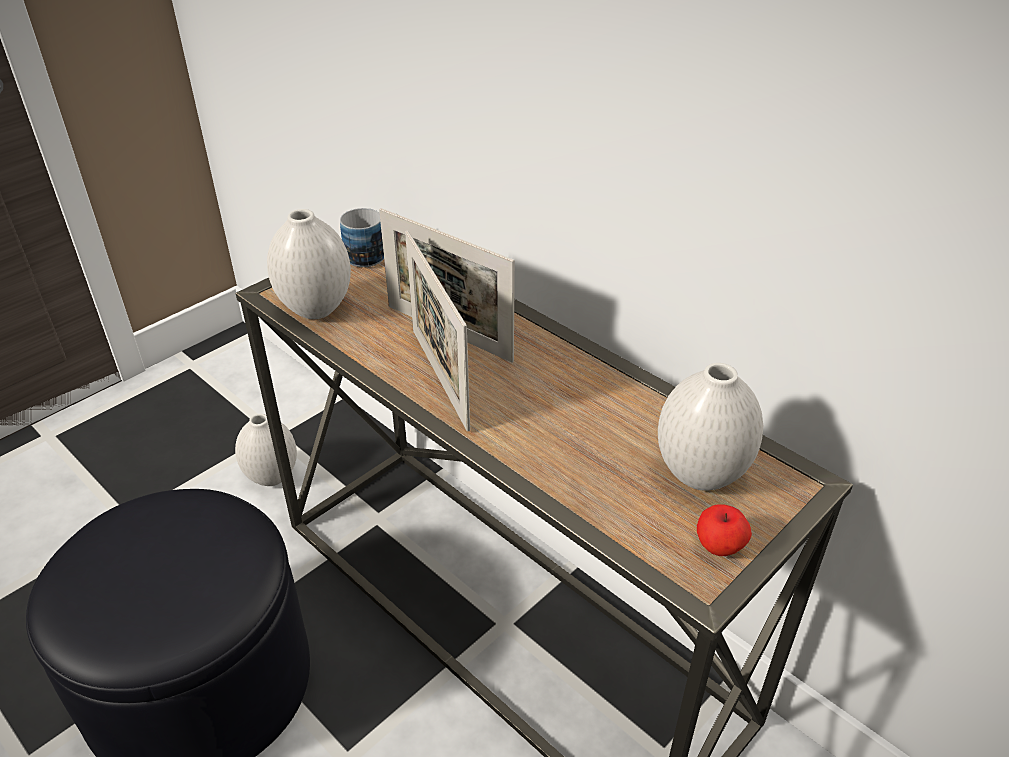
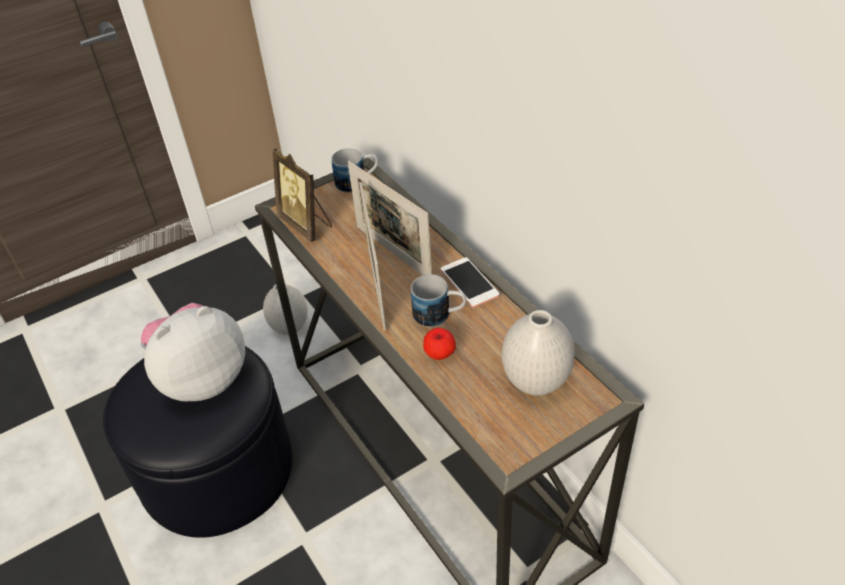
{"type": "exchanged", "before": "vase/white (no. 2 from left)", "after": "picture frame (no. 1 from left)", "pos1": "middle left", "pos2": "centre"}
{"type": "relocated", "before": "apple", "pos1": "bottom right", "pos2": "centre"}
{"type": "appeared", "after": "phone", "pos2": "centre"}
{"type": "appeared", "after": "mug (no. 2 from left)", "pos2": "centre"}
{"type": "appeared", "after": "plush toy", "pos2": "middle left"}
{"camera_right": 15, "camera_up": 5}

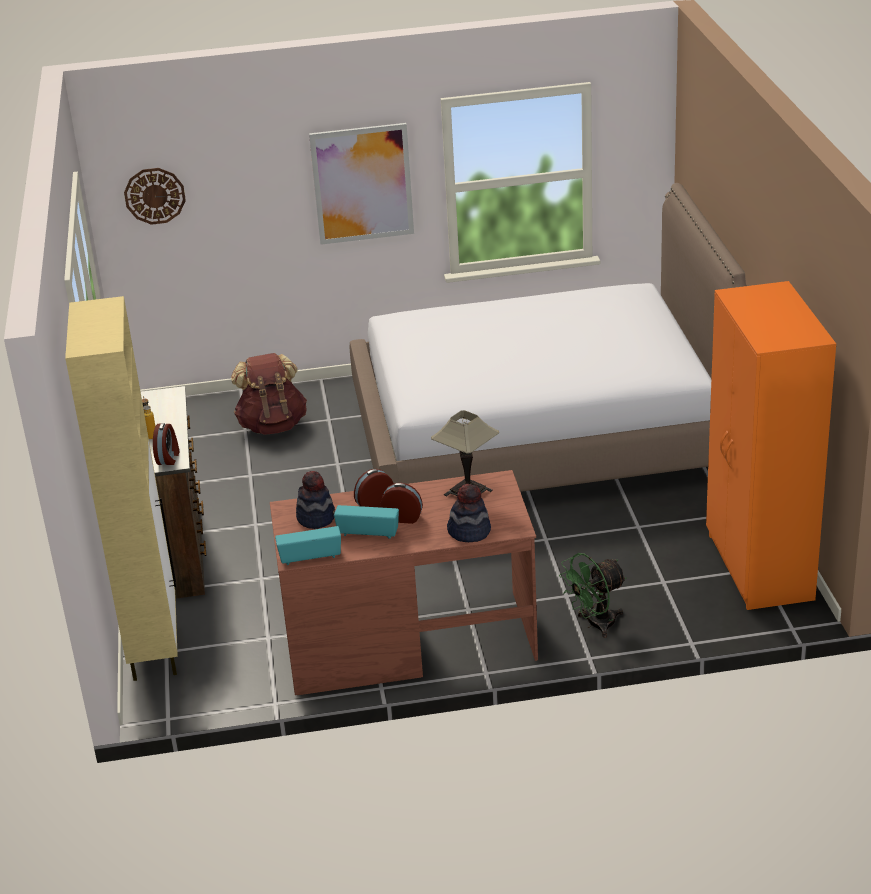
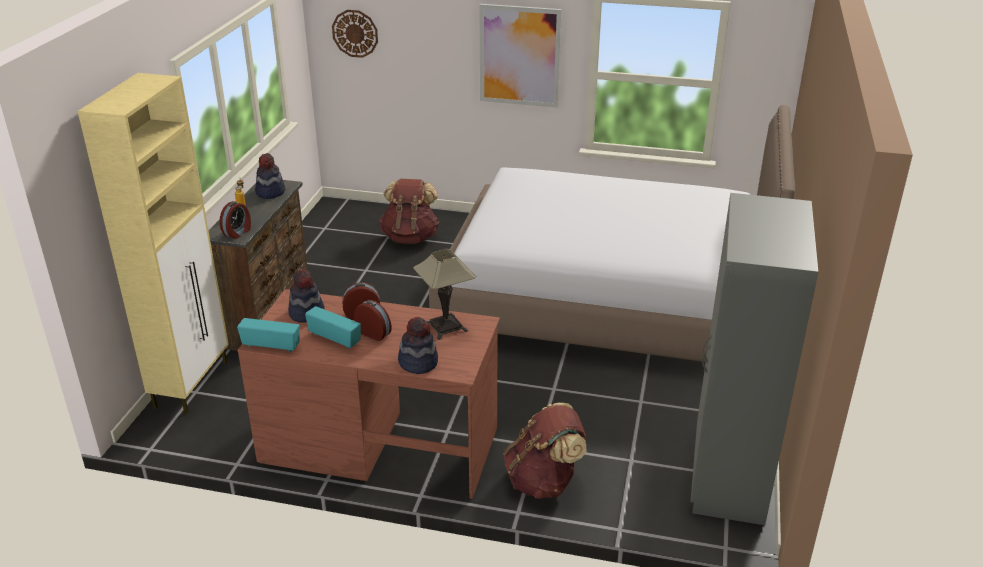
{"type": "colour", "before": "wardrobe/orange", "after": "wardrobe/grey", "pos1": "middle right", "pos2": "middle right"}
{"type": "exchanged", "before": "fan/green", "after": "backpack/brown (no. 2 from left)", "pos1": "middle right", "pos2": "bottom centre"}
{"type": "appeared", "after": "hat (no. 1 from left)", "pos2": "top left"}
{"camera_right": 20, "camera_up": 0}

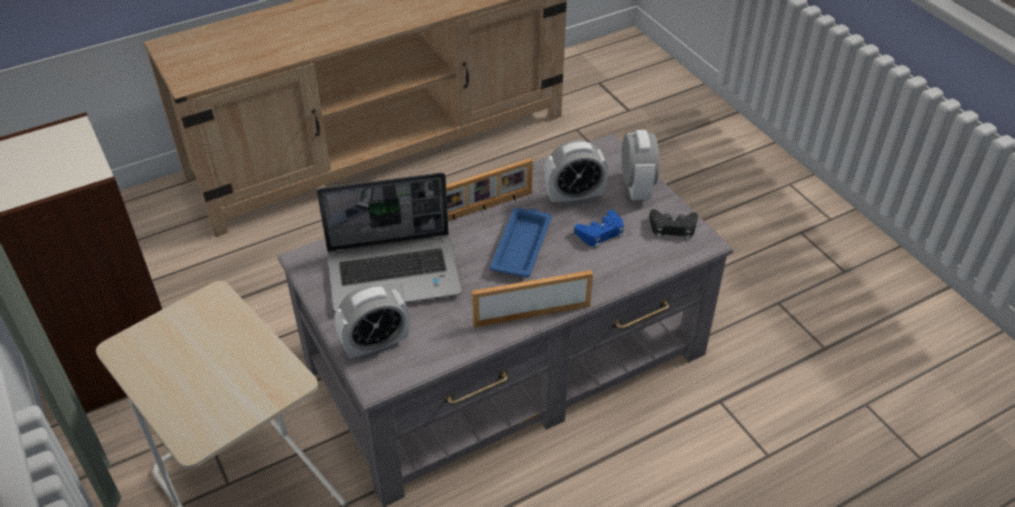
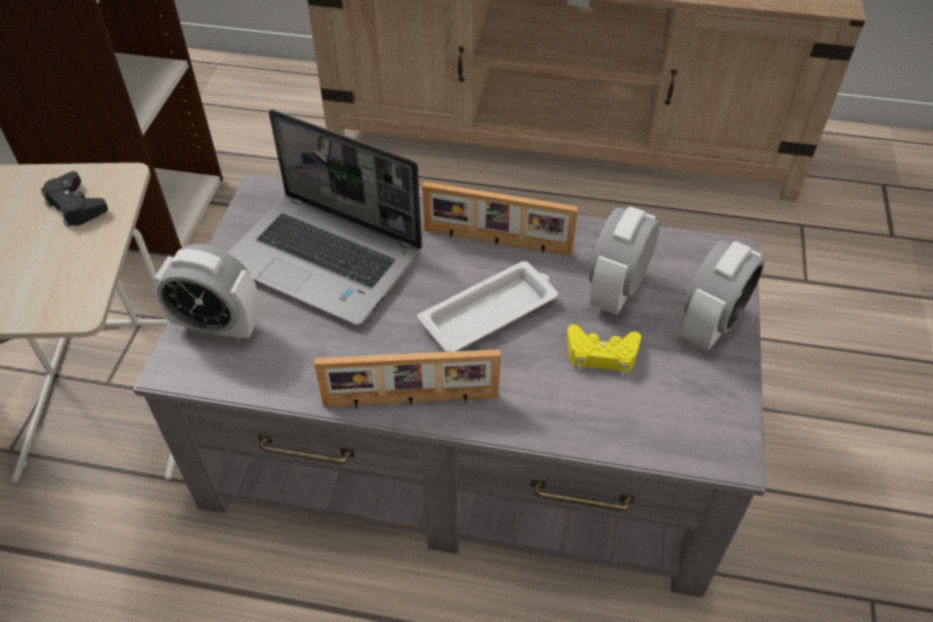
{"type": "spun", "before": "alarm clock (no. 2 from left)", "pos1": "centre", "pos2": "middle right", "turn": 90}
{"type": "colour", "before": "tray/blue", "after": "tray/white", "pos1": "centre", "pos2": "centre"}
{"type": "relocated", "before": "game controller/black", "pos1": "centre", "pos2": "top left"}
{"type": "colour", "before": "game controller/blue", "after": "game controller/yellow", "pos1": "centre", "pos2": "centre"}
{"type": "spun", "before": "picture frame (no. 2 from left in the first image)", "pos1": "centre", "pos2": "centre", "turn": 150}
{"camera_right": 40, "camera_up": 5}

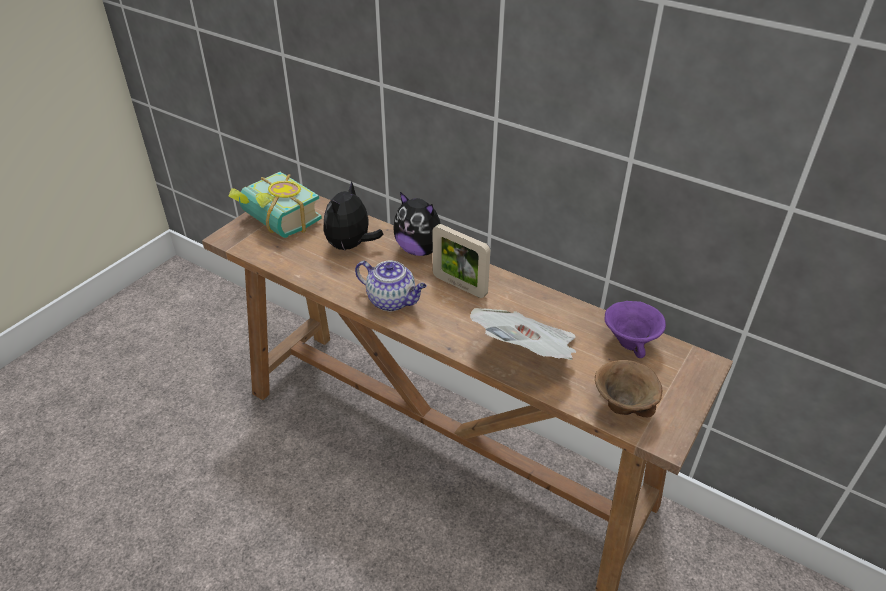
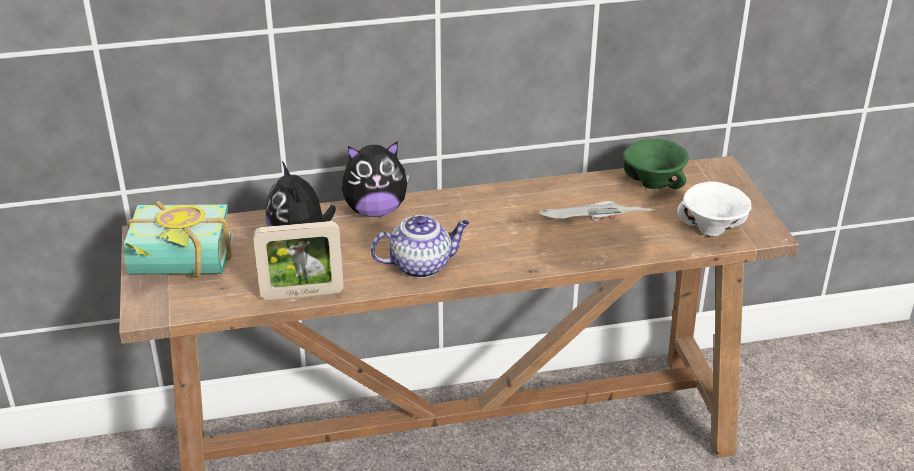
{"type": "relocated", "before": "picture frame", "pos1": "centre", "pos2": "middle left"}
{"type": "colour", "before": "bowl/purple", "after": "bowl/green", "pos1": "middle right", "pos2": "middle right"}
{"type": "colour", "before": "bowl/brown", "after": "bowl/white", "pos1": "middle right", "pos2": "middle right"}
{"camera_right": -45, "camera_up": -5}

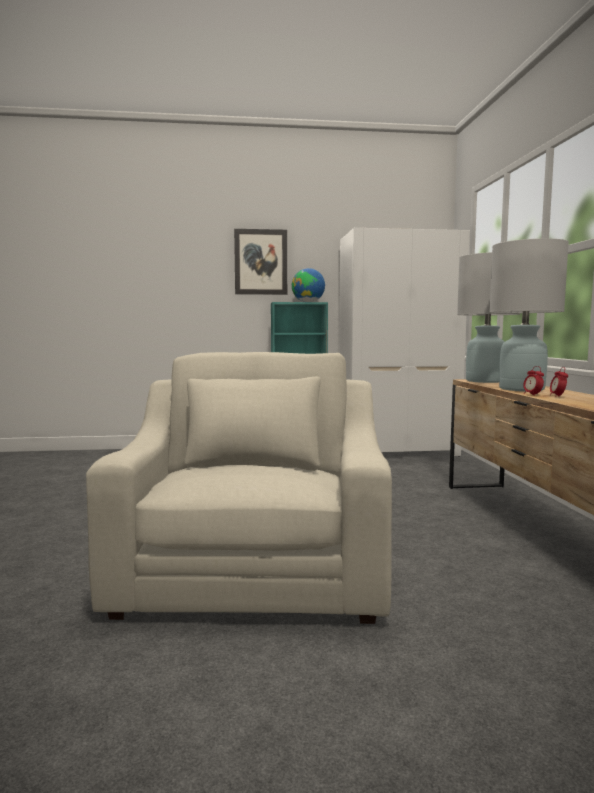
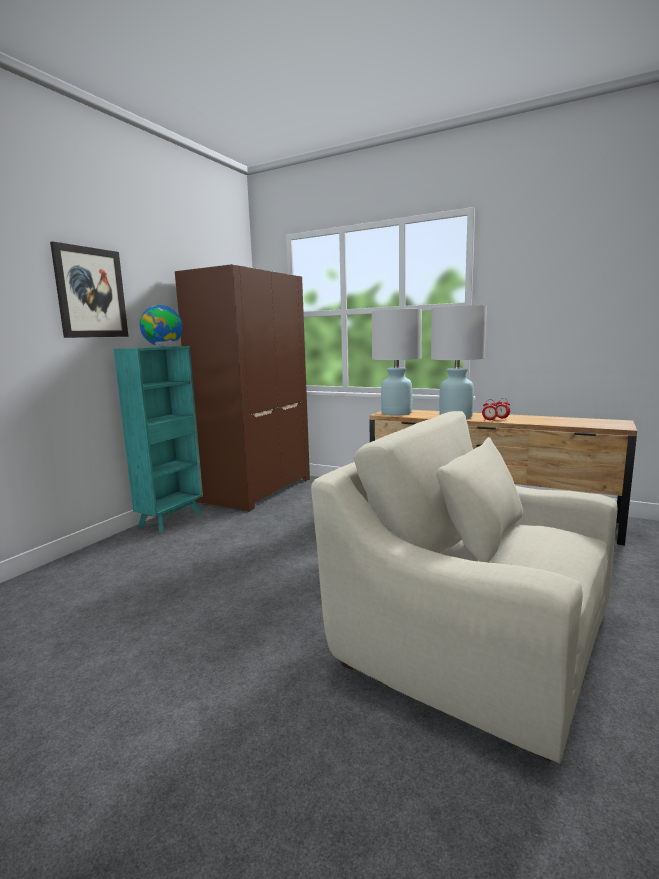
{"type": "colour", "before": "wardrobe/white", "after": "wardrobe/brown", "pos1": "middle right", "pos2": "centre"}
{"camera_right": -55, "camera_up": 5}

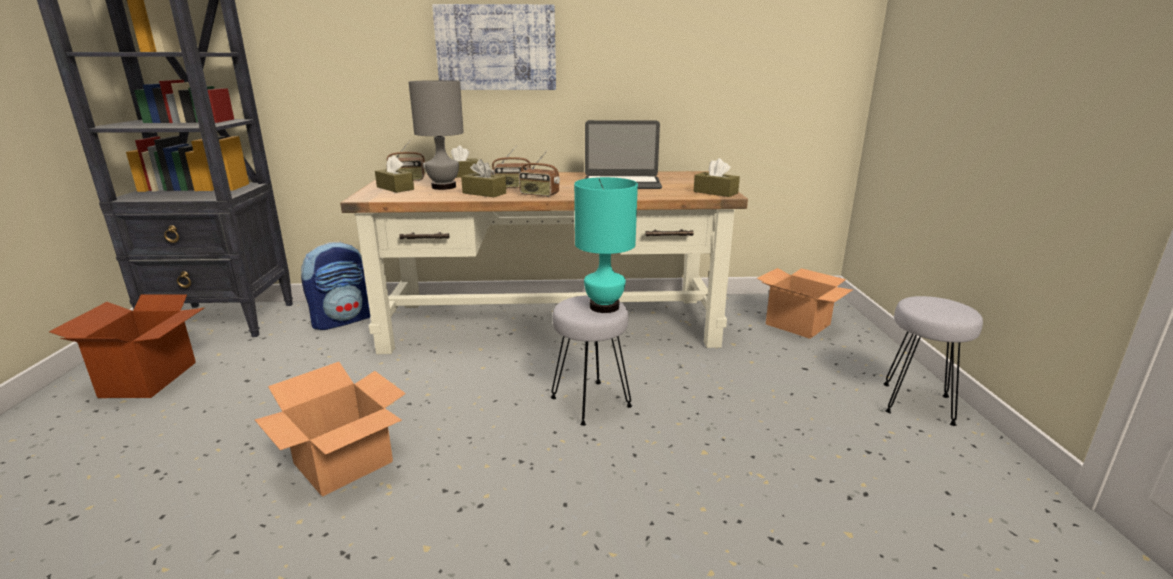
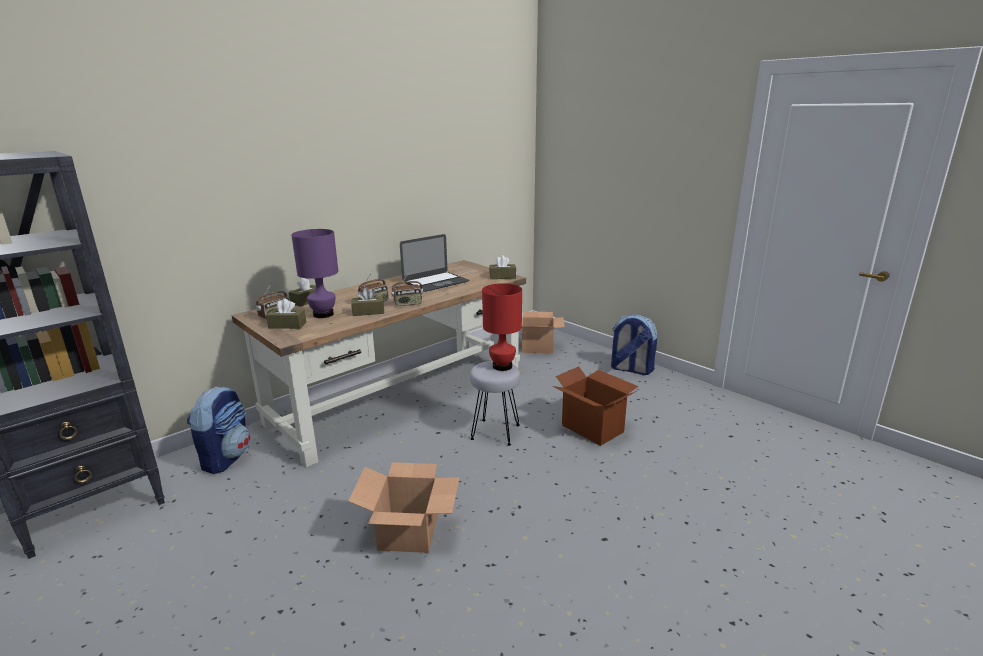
{"type": "missing", "before": "picture", "pos1": "top centre"}
{"type": "colour", "before": "table lamp/grey", "after": "table lamp/purple", "pos1": "top centre", "pos2": "middle left"}
{"type": "colour", "before": "table lamp/turquoise", "after": "table lamp/red", "pos1": "centre", "pos2": "centre"}
{"type": "relocated", "before": "cardboard box (no. 1 from left in the first image)", "after": "cardboard box (no. 3 from left)", "pos1": "middle left", "pos2": "centre"}
{"type": "exchanged", "before": "stool/grey (no. 2 from left)", "after": "backpack (no. 2 from left)", "pos1": "middle right", "pos2": "centre"}
{"camera_right": -40, "camera_up": 0}

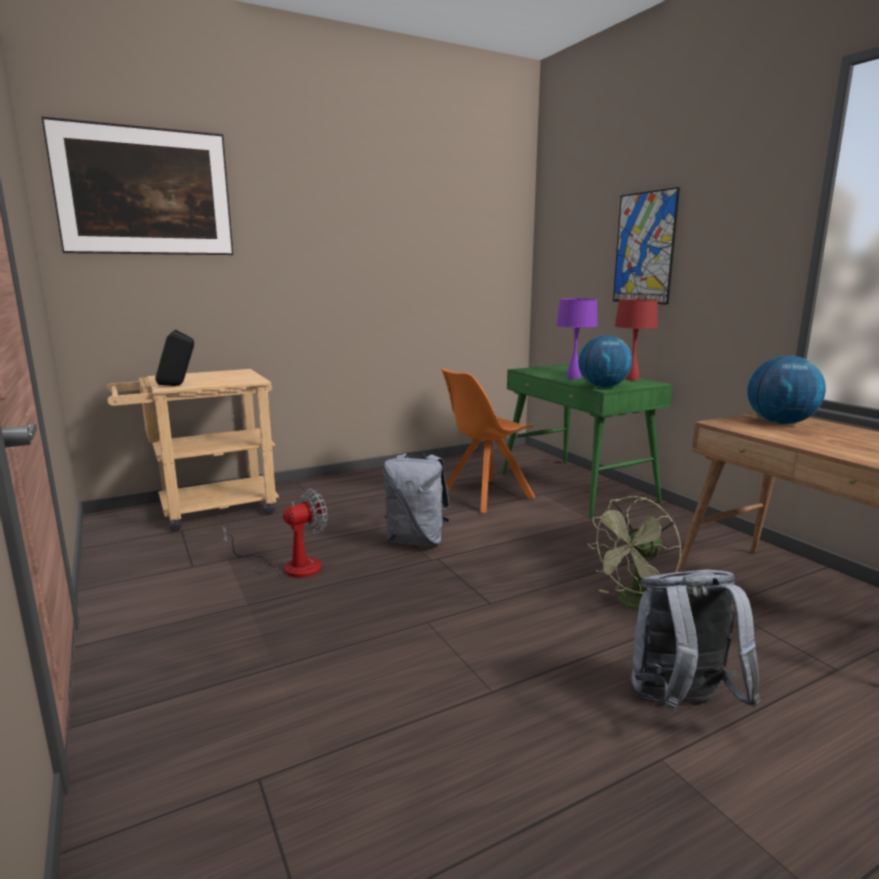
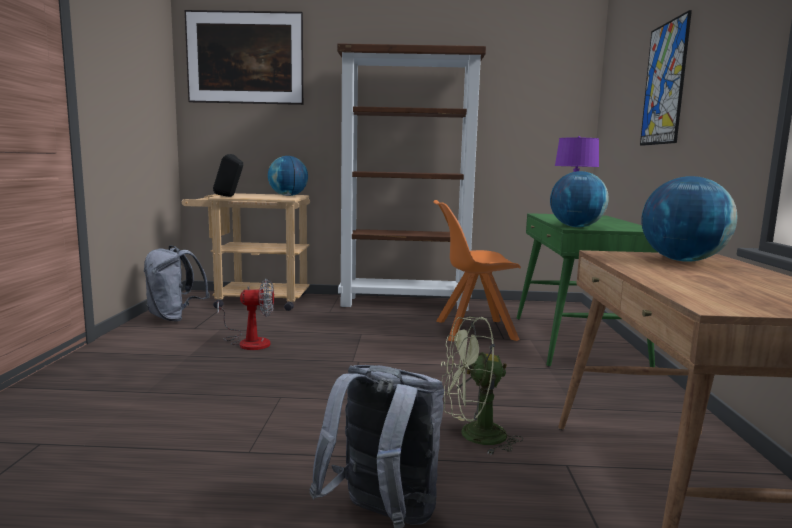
{"type": "missing", "before": "table lamp/red", "pos1": "middle right"}
{"type": "relocated", "before": "backpack/grey (no. 1 from left)", "pos1": "centre", "pos2": "middle left"}
{"type": "appeared", "after": "bookcase/brown", "pos2": "centre"}
{"type": "appeared", "after": "globe (no. 1 from left)", "pos2": "centre"}
{"camera_right": 30, "camera_up": -5}

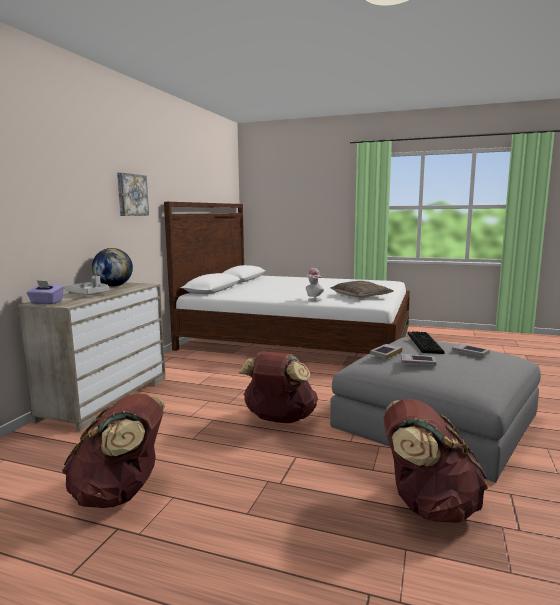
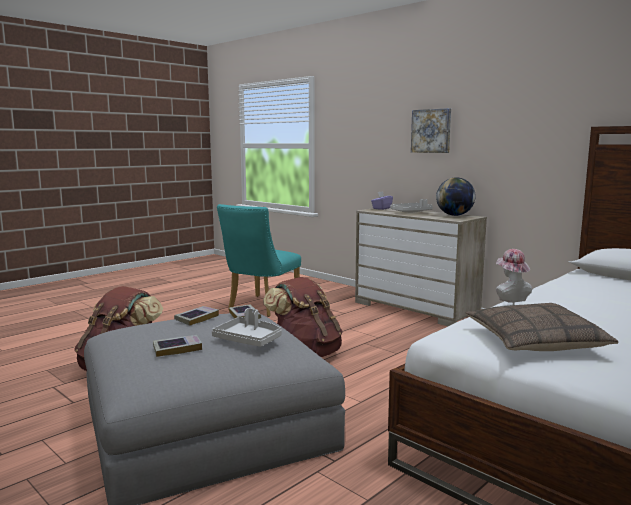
{"type": "relocated", "before": "picture", "pos1": "top left", "pos2": "top right"}
{"type": "exchanged", "before": "keyboard", "after": "tray/grey (no. 1 from left)", "pos1": "middle right", "pos2": "centre"}
{"type": "exchanged", "before": "backpack/brown (no. 1 from left)", "after": "chair/turquoise", "pos1": "bottom left", "pos2": "centre"}
{"camera_right": 115, "camera_up": 0}

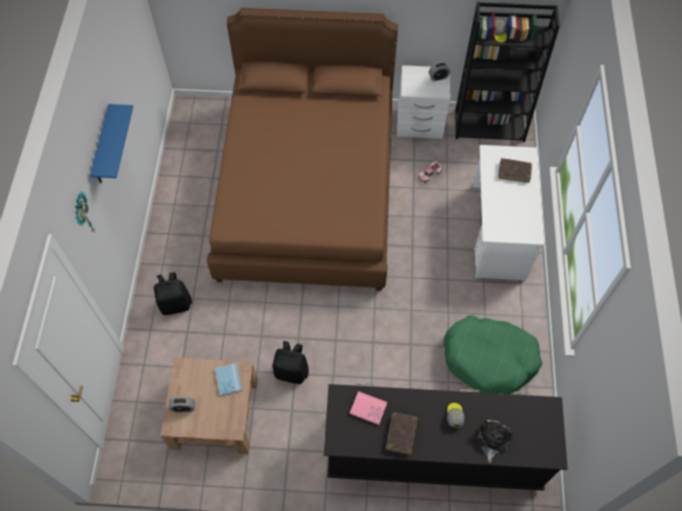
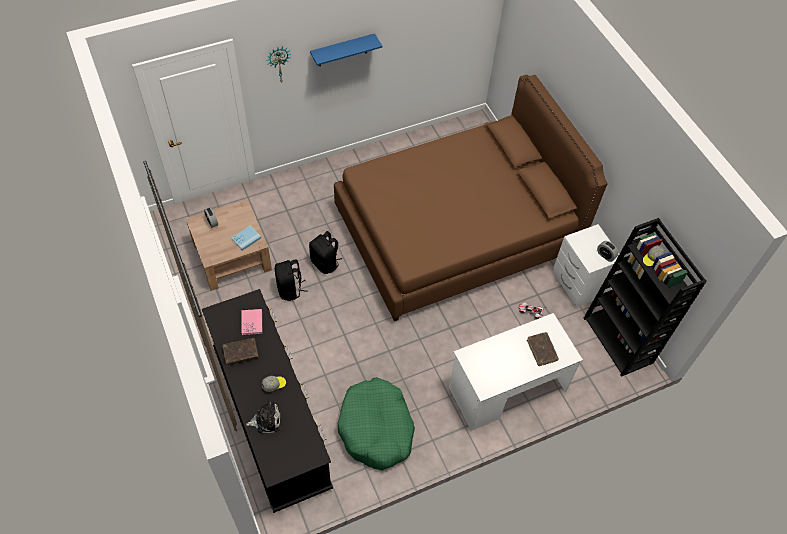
{"type": "relocated", "before": "backpack/black (no. 1 from left in the first image)", "after": "backpack/black (no. 2 from left)", "pos1": "middle left", "pos2": "centre"}
{"camera_right": 60, "camera_up": -5}

